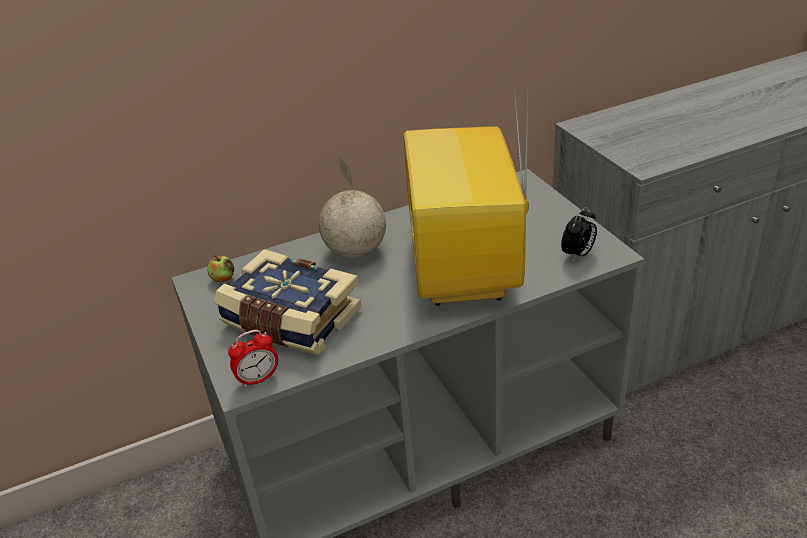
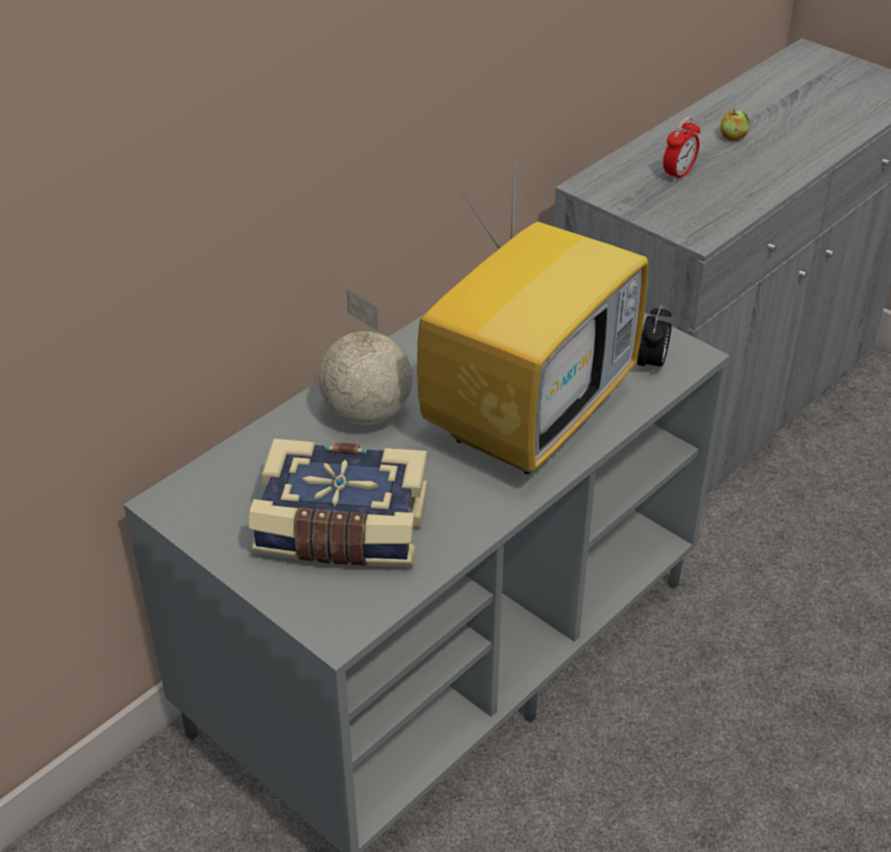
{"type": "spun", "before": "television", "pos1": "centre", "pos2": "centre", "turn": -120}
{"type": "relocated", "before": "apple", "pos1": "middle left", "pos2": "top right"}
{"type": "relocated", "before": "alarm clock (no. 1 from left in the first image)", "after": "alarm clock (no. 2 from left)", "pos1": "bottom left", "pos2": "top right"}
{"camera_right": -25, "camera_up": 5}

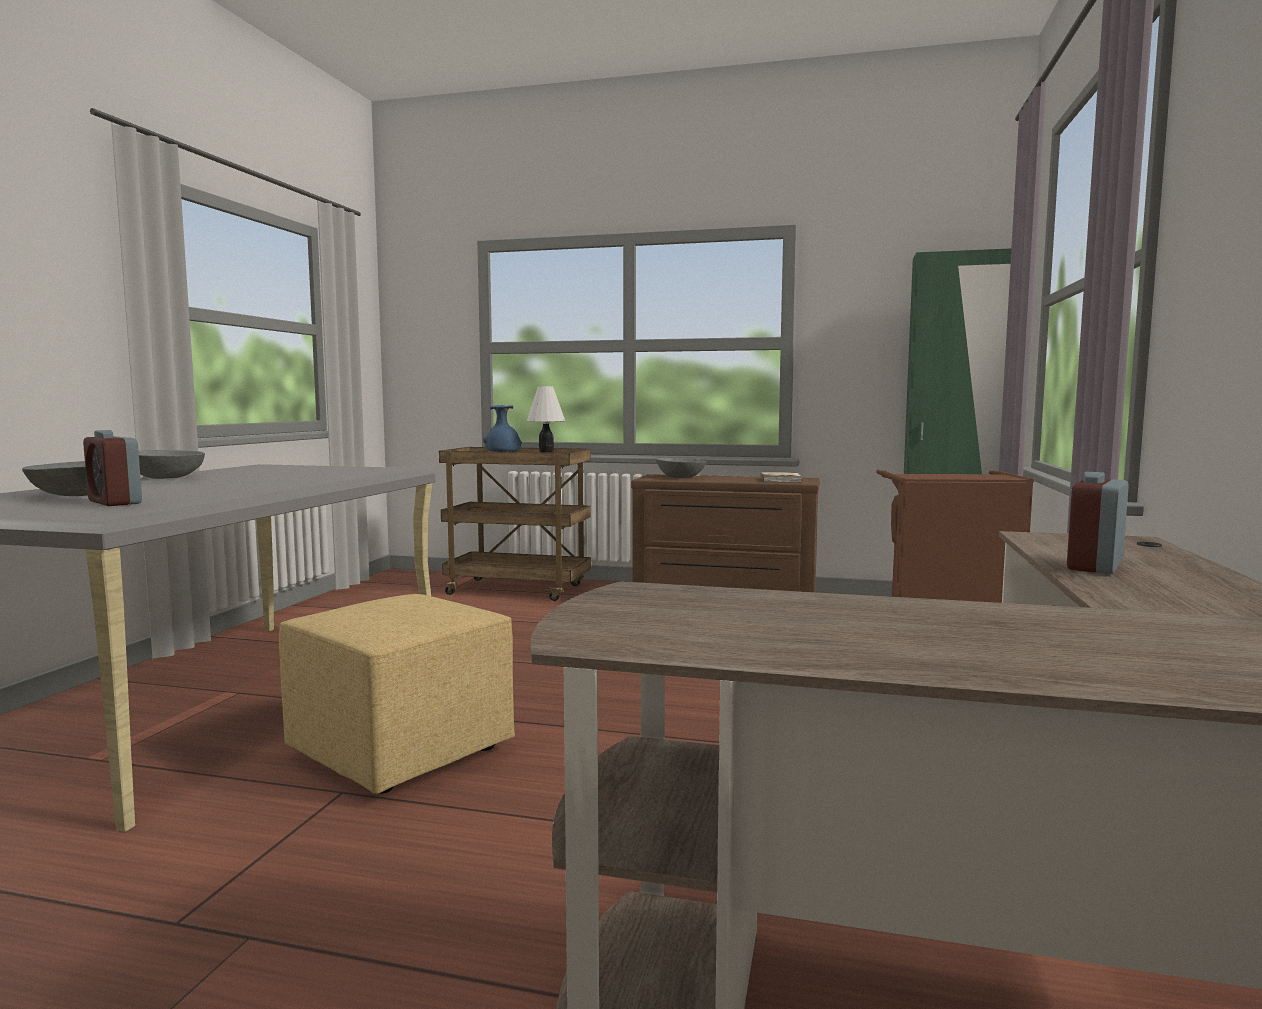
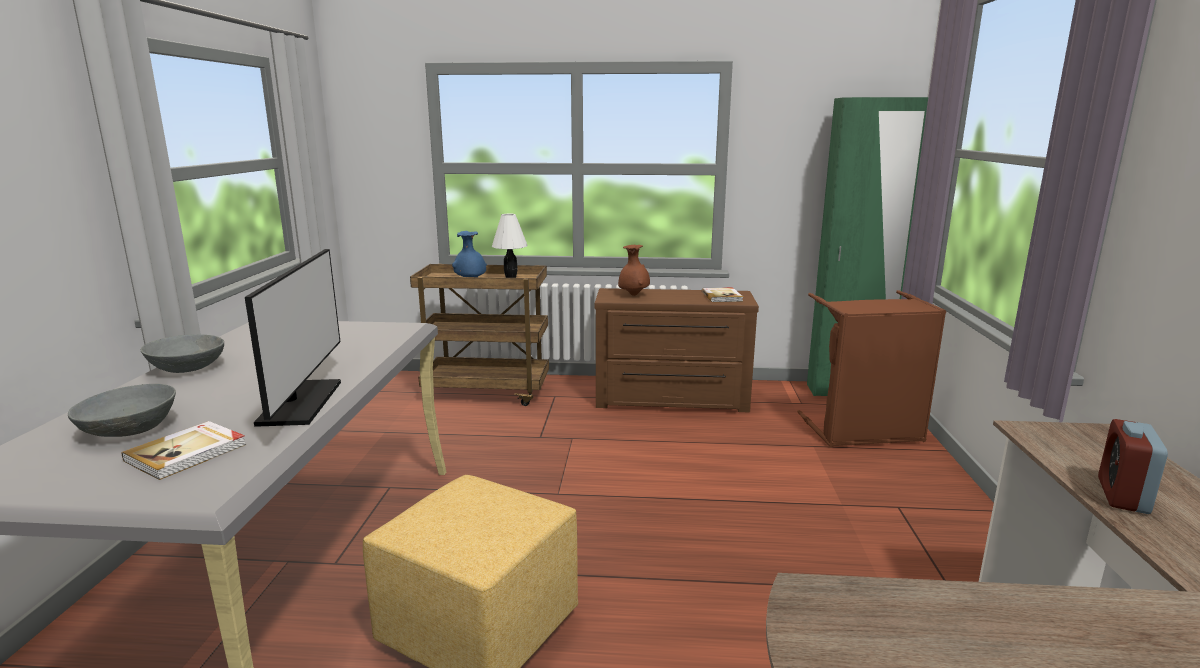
{"type": "exchanged", "before": "alarm clock (no. 1 from left)", "after": "book (no. 1 from left)", "pos1": "middle left", "pos2": "bottom left"}
{"type": "exchanged", "before": "bowl/grey (no. 3 from left)", "after": "vase/brown", "pos1": "centre", "pos2": "centre"}
{"type": "appeared", "after": "monitor", "pos2": "middle left"}
{"camera_right": -10, "camera_up": 10}

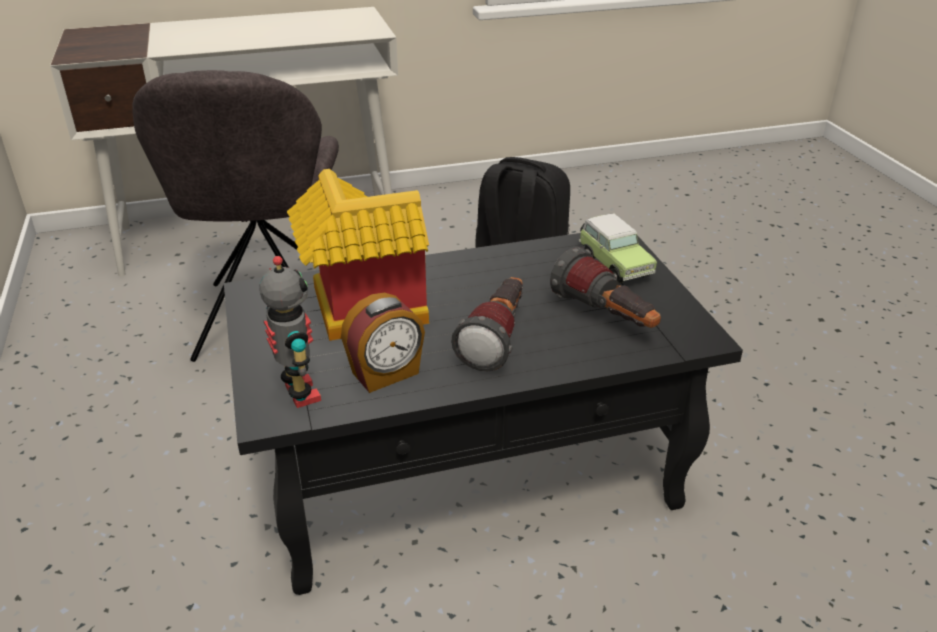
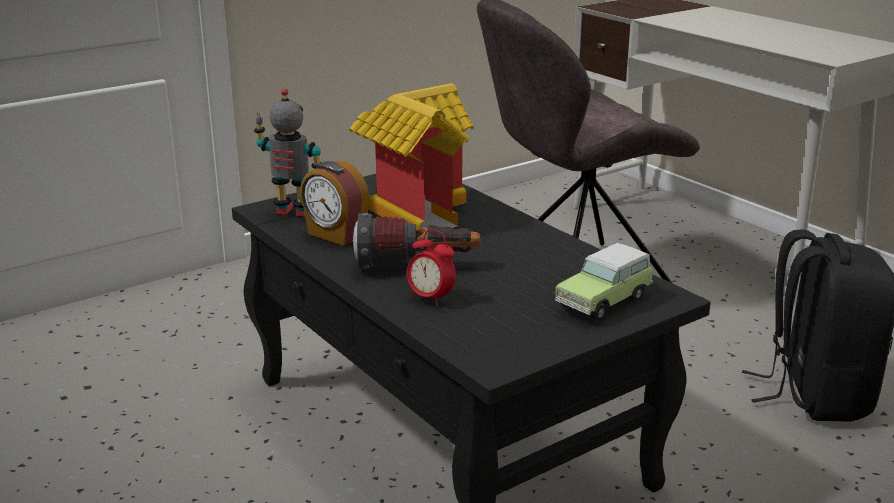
{"type": "missing", "before": "flashlight (no. 2 from left)", "pos1": "centre"}
{"type": "spun", "before": "toy robot", "pos1": "middle left", "pos2": "top left", "turn": -120}
{"type": "appeared", "after": "alarm clock (no. 2 from left)", "pos2": "centre"}
{"camera_right": 70, "camera_up": -10}

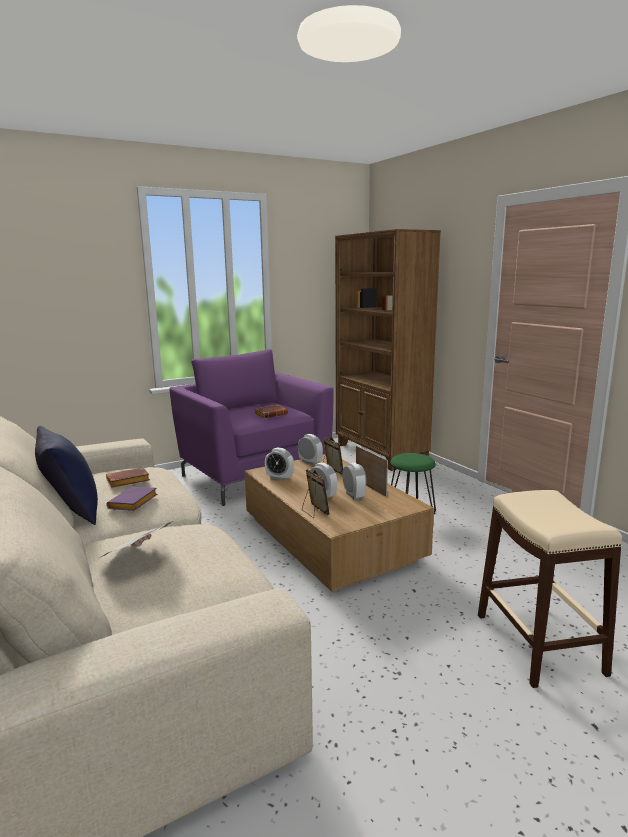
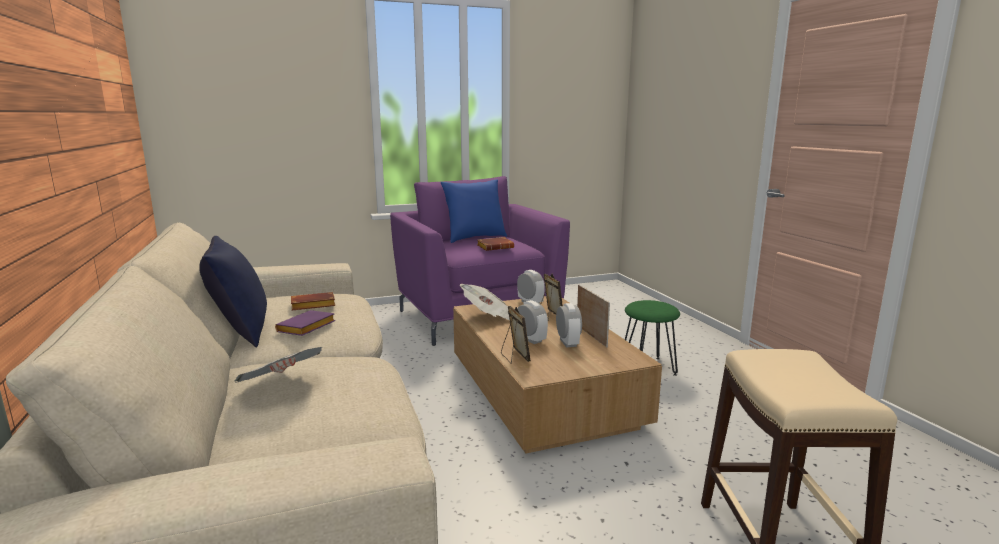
{"type": "missing", "before": "bookcase/brown", "pos1": "centre"}
{"type": "exchanged", "before": "alarm clock (no. 1 from left)", "after": "newspaper (no. 2 from left)", "pos1": "centre", "pos2": "centre"}
{"type": "appeared", "after": "pillow/blue (no. 2 from left)", "pos2": "centre"}
{"camera_right": 10, "camera_up": 0}

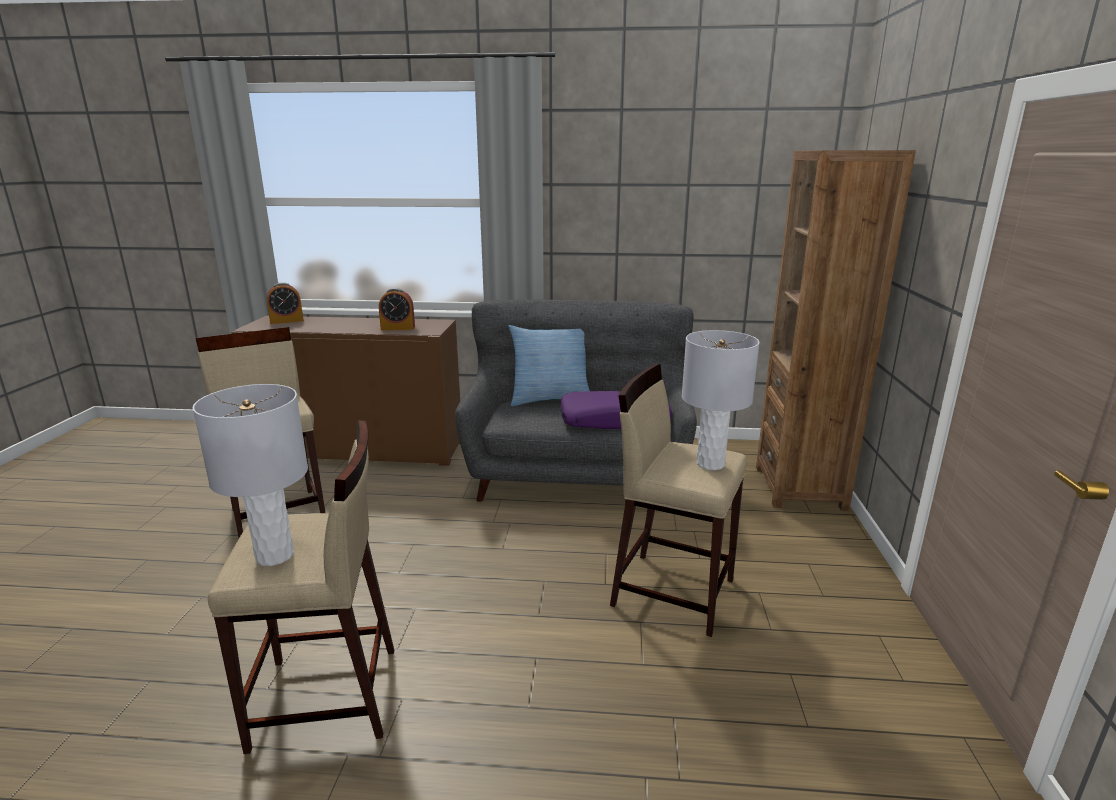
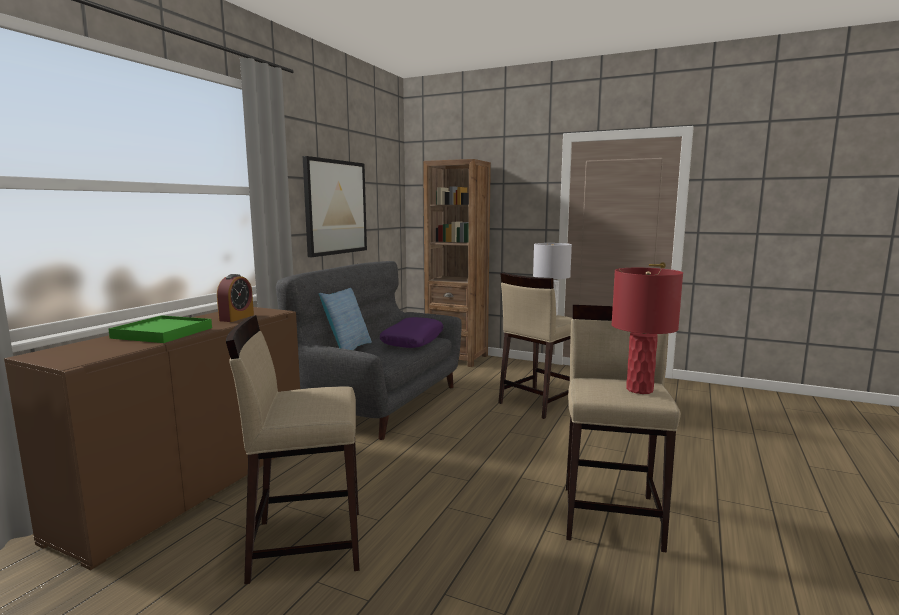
{"type": "missing", "before": "alarm clock (no. 1 from left)", "pos1": "middle left"}
{"type": "colour", "before": "table lamp/grey (no. 1 from left)", "after": "table lamp/red", "pos1": "middle left", "pos2": "middle right"}
{"type": "appeared", "after": "picture", "pos2": "centre"}
{"type": "appeared", "after": "tray/green", "pos2": "middle left"}
{"camera_right": -70, "camera_up": -10}

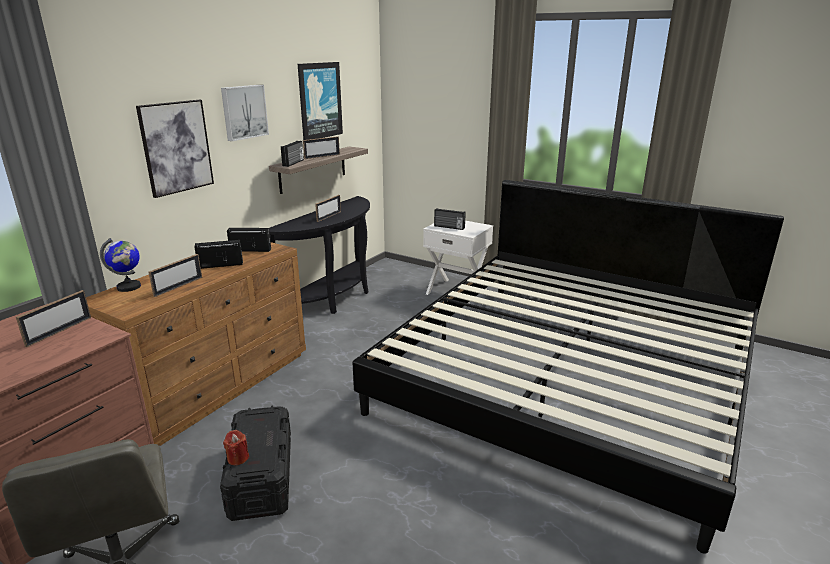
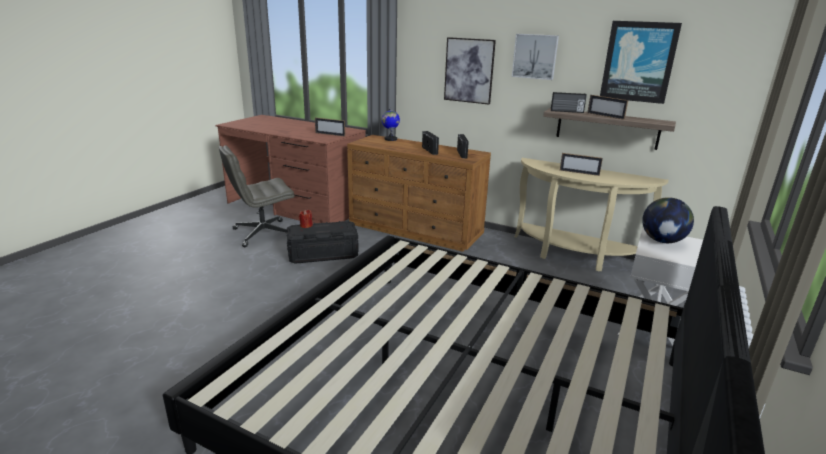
{"type": "colour", "before": "console table/black", "after": "console table/beige", "pos1": "centre", "pos2": "middle right"}
{"type": "exchanged", "before": "radio (no. 4 from left)", "after": "globe (no. 2 from left)", "pos1": "centre", "pos2": "middle right"}
{"type": "missing", "before": "picture frame (no. 2 from left)", "pos1": "middle left"}
{"camera_right": 85, "camera_up": 0}

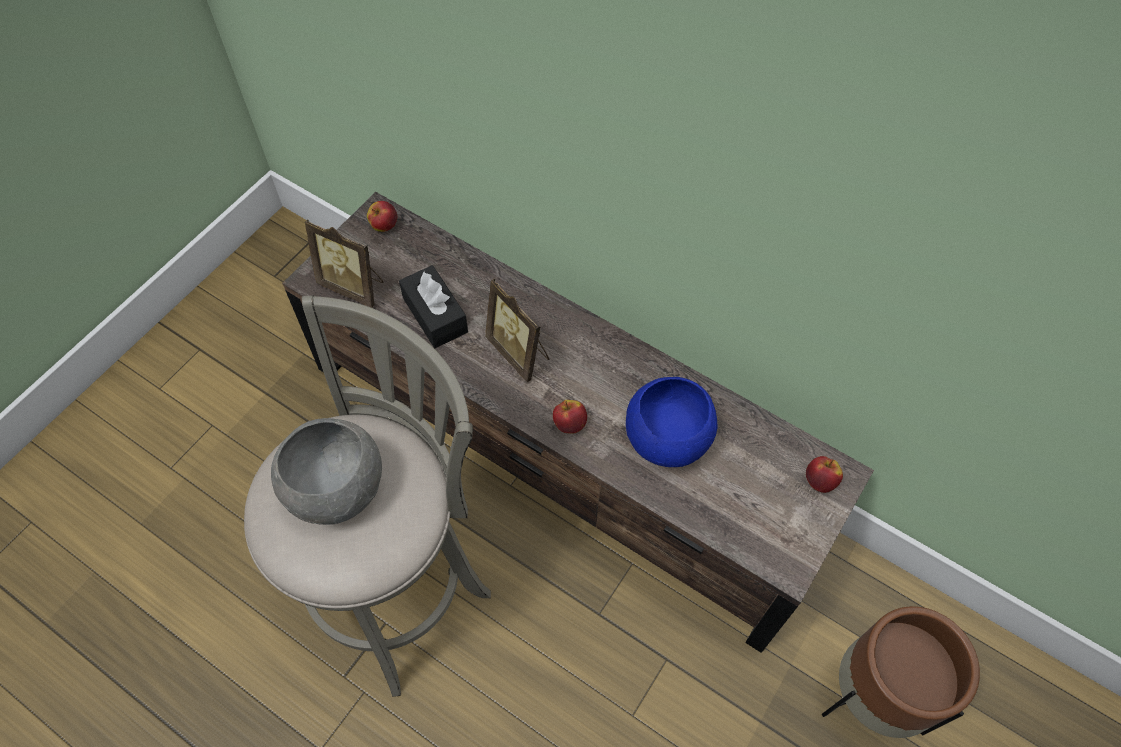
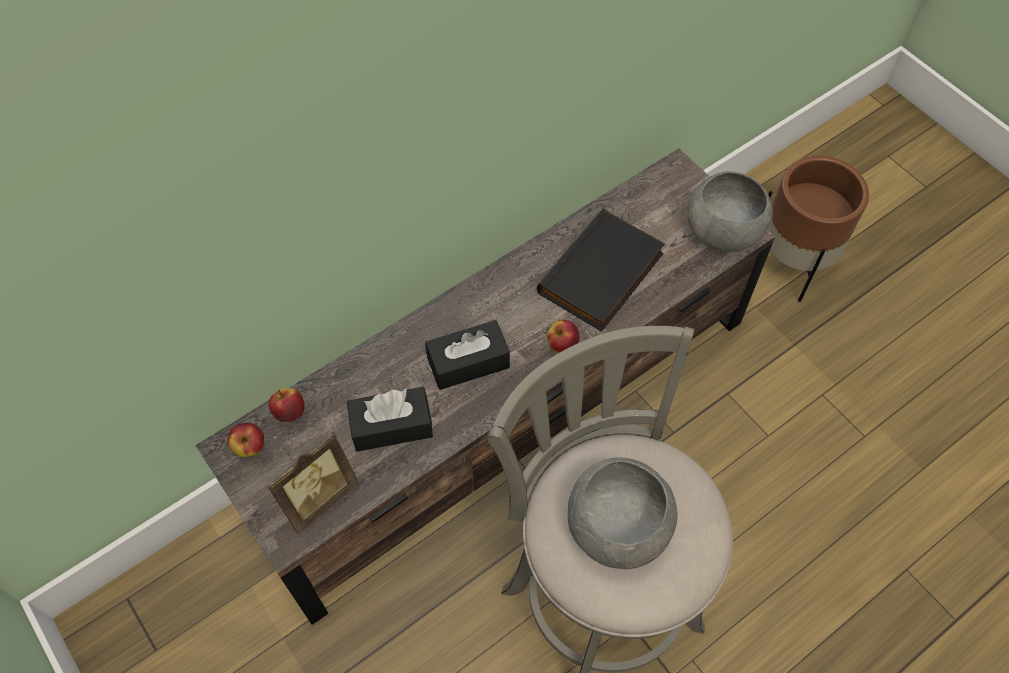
{"type": "exchanged", "before": "picture frame (no. 2 from left)", "after": "tissue box/black (no. 2 from left)", "pos1": "centre", "pos2": "centre"}
{"type": "exchanged", "before": "bowl/blue", "after": "book/black", "pos1": "centre", "pos2": "centre"}
{"type": "relocated", "before": "apple (no. 3 from left in the first image)", "after": "apple (no. 2 from left)", "pos1": "middle right", "pos2": "middle left"}
{"type": "appeared", "after": "bowl/grey (no. 2 from left)", "pos2": "top right"}
{"camera_right": -70, "camera_up": 0}

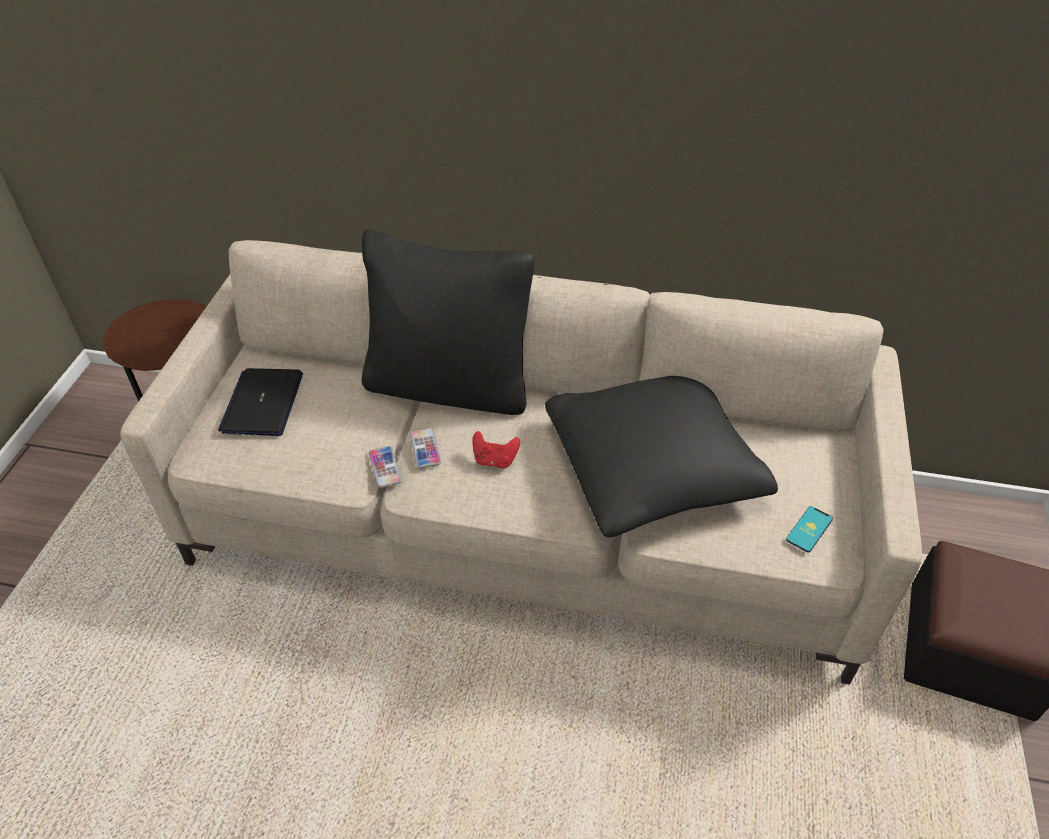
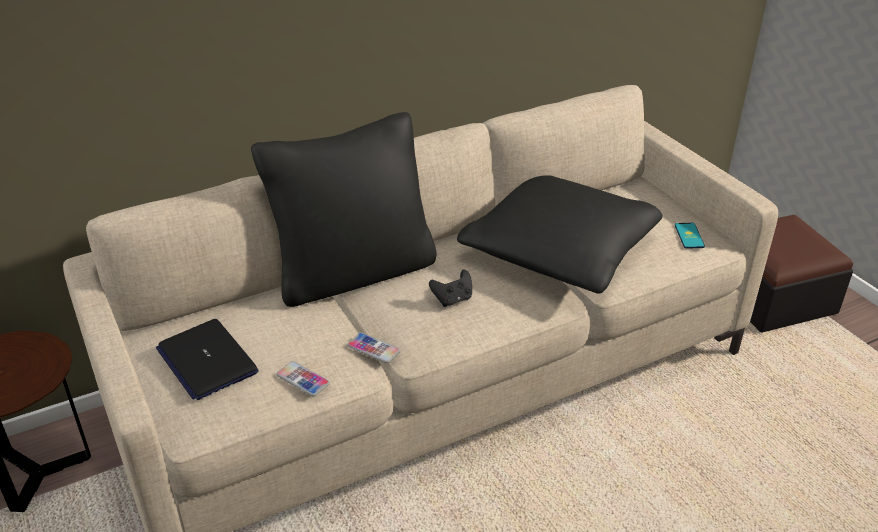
{"type": "relocated", "before": "phone (no. 2 from left in the first image)", "after": "phone (no. 1 from left)", "pos1": "centre", "pos2": "bottom centre"}
{"type": "colour", "before": "game controller/red", "after": "game controller/black", "pos1": "centre", "pos2": "centre"}
{"camera_right": -40, "camera_up": -10}

